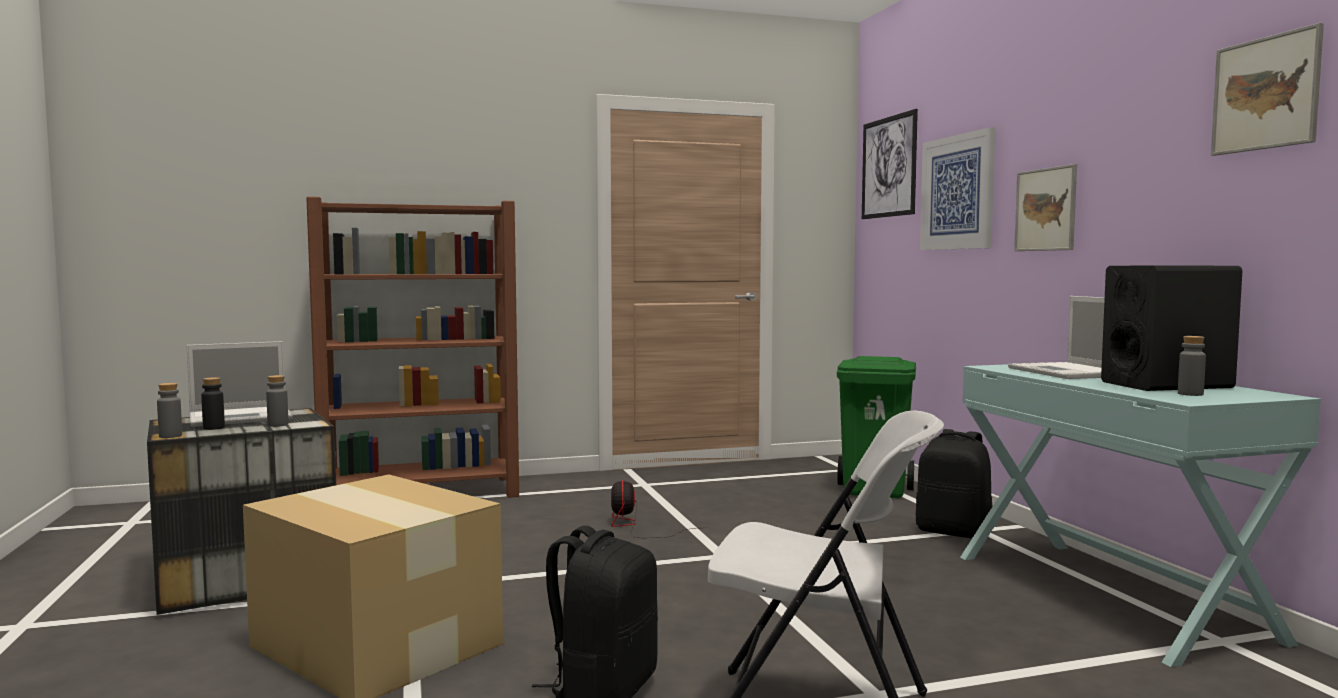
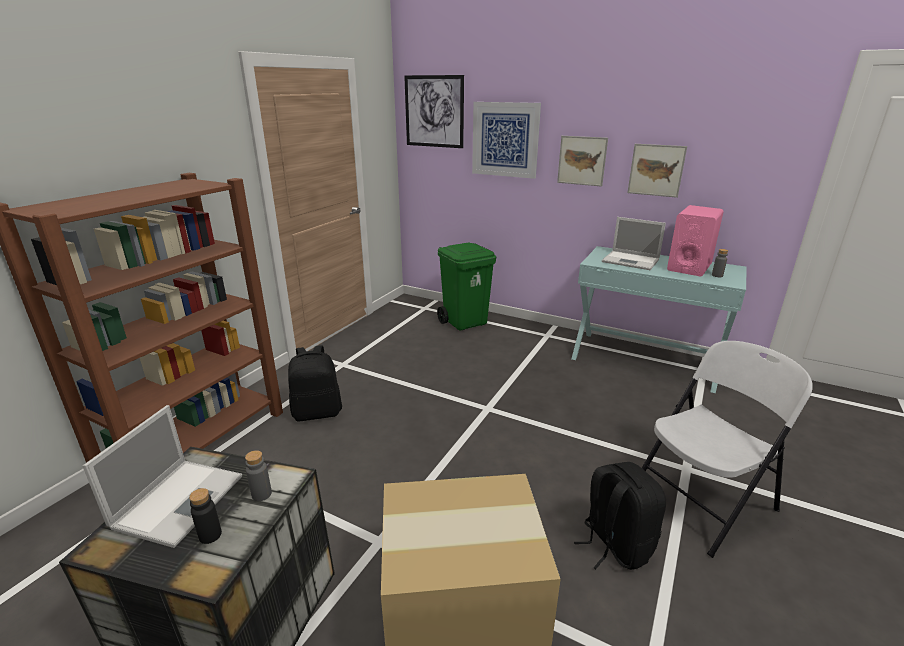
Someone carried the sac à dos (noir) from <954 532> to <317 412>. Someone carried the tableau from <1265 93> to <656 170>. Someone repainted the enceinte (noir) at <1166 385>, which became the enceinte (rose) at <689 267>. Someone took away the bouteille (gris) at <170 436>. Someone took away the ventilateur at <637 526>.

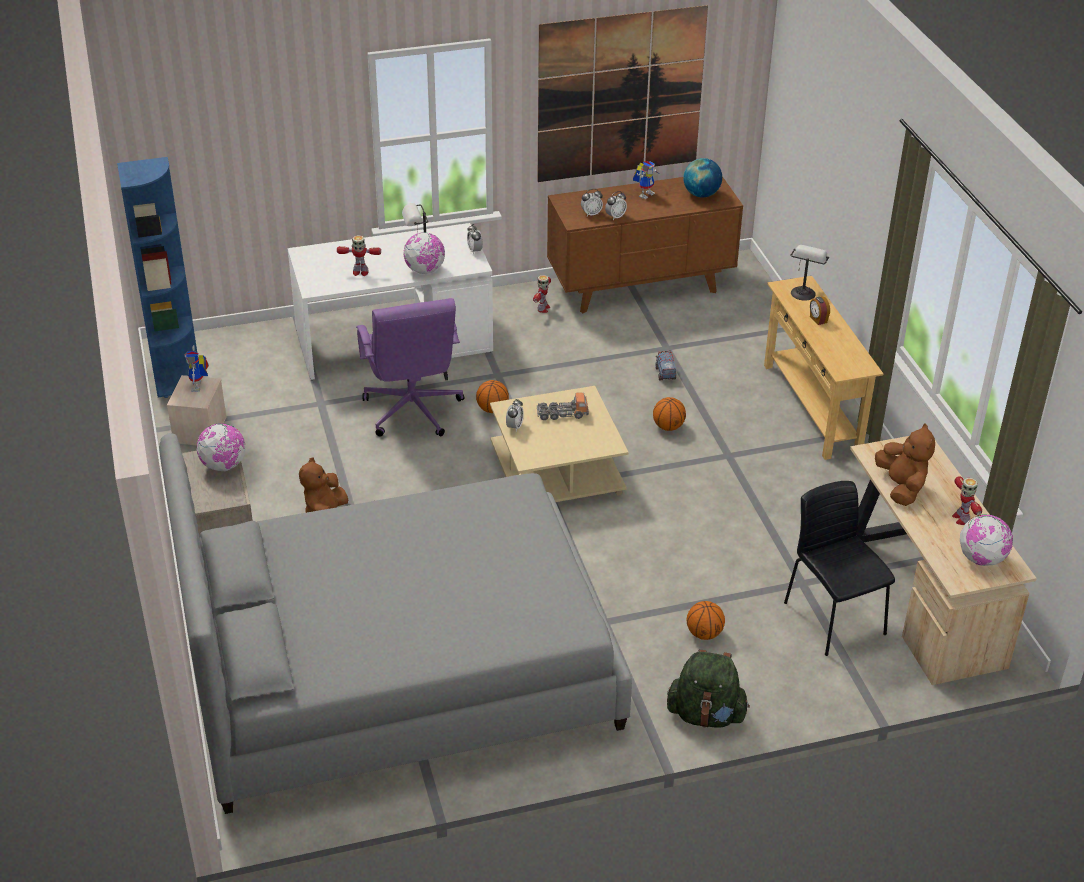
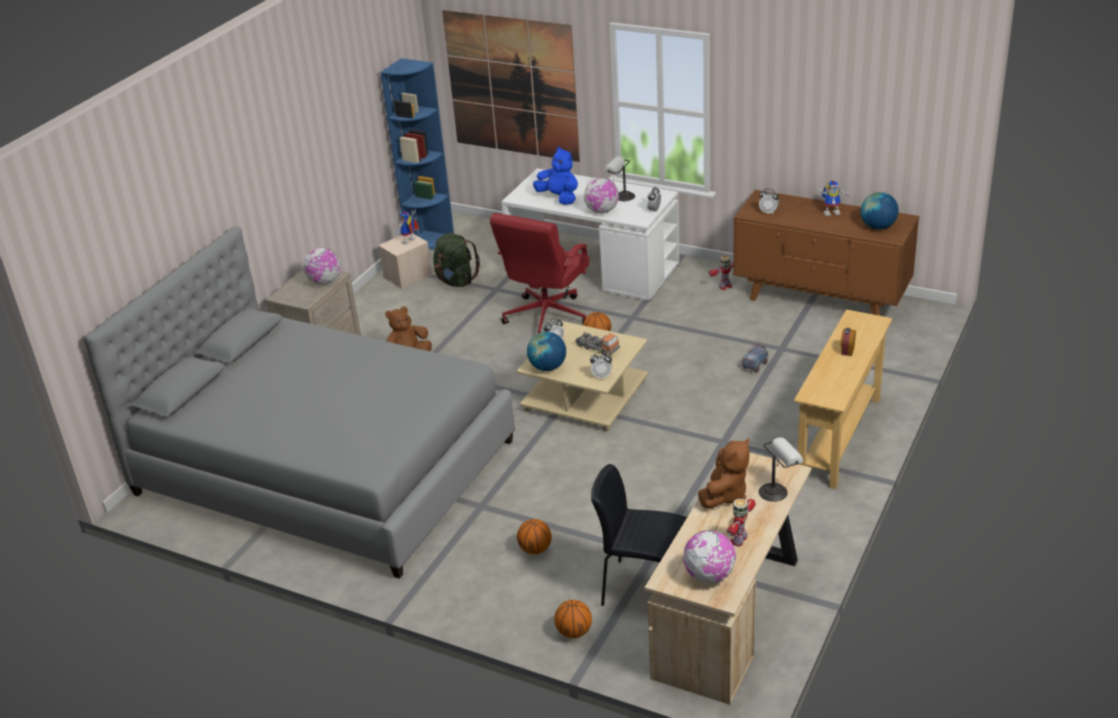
Someone carried the sac à dos (vert) from <706 715> to <455 281>. Someone carried the tableau from <620 95> to <511 86>. Someone repainted the chaise de bureau (violet) at <412 409>, which became the chaise de bureau (rouge) at <547 316>. Someone put down the globe at <547 367>. Someone swapped the robot jouet at <360 272> for the peluche (bleu) at <559 198>. Someone carried the ballon de basket from <668 427> to <574 632>. Someone carried the réveil from <615 217> to <601 376>. Someone rotated the chaise (noir) at <832 616> by 90 degrees counterclockwise. Someone carried the lampe de table from <804 290> to <778 489>.

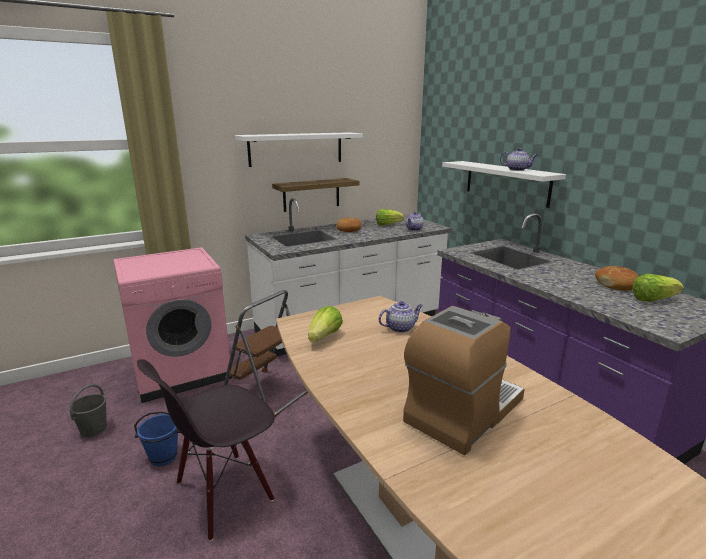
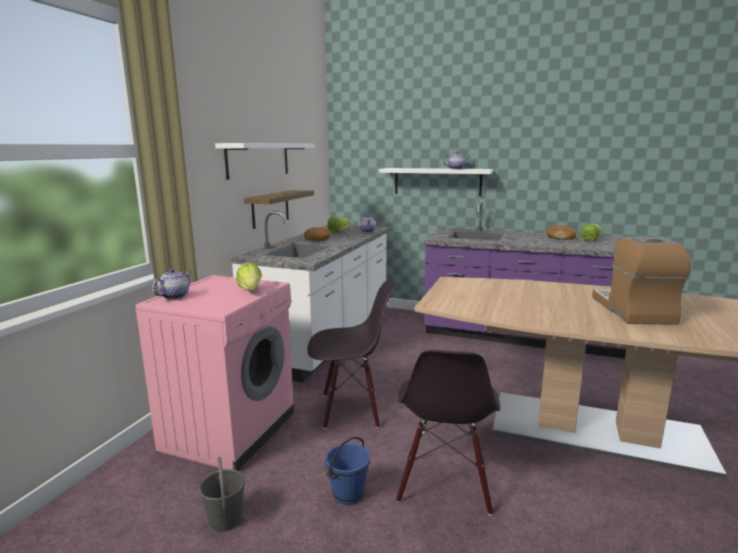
Someone carried the théière from <400 328> to <175 296>. Someone carried the laitue from <324 337> to <250 290>. Someone swapped the escabeau (marron) at <268 394> for the chaise (noir) at <351 409>.

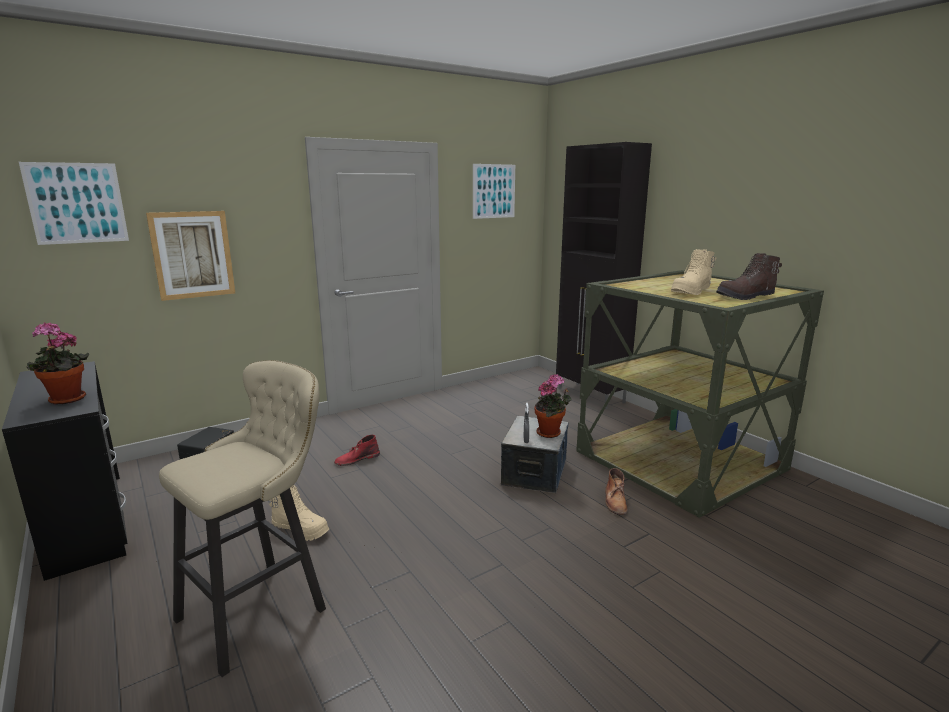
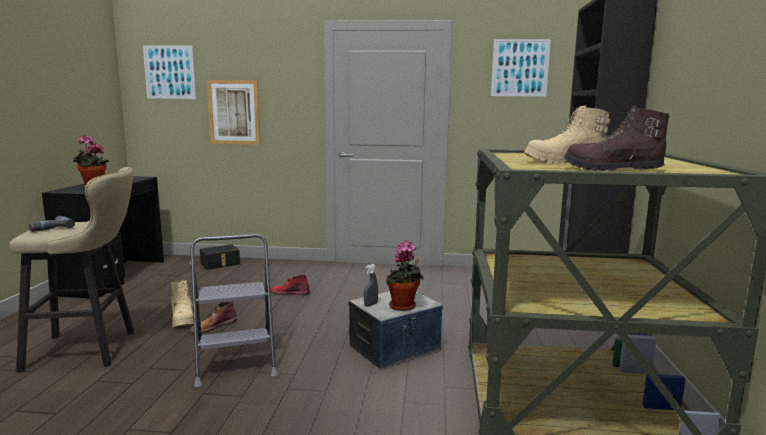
Someone put down the perceuse at <49 228>. Someone put down the escabeau (gris) at <236 358>. Someone carried the botte (marron) from <615 501> to <213 326>.

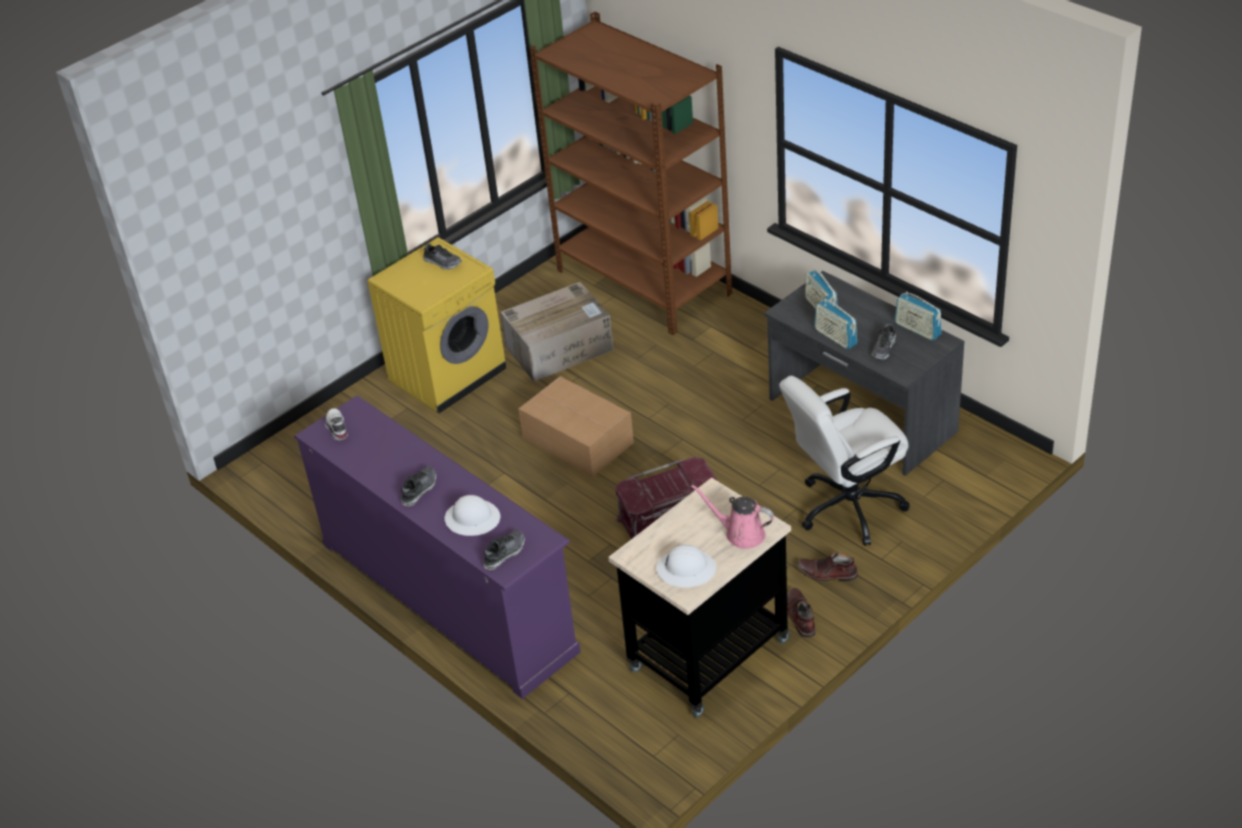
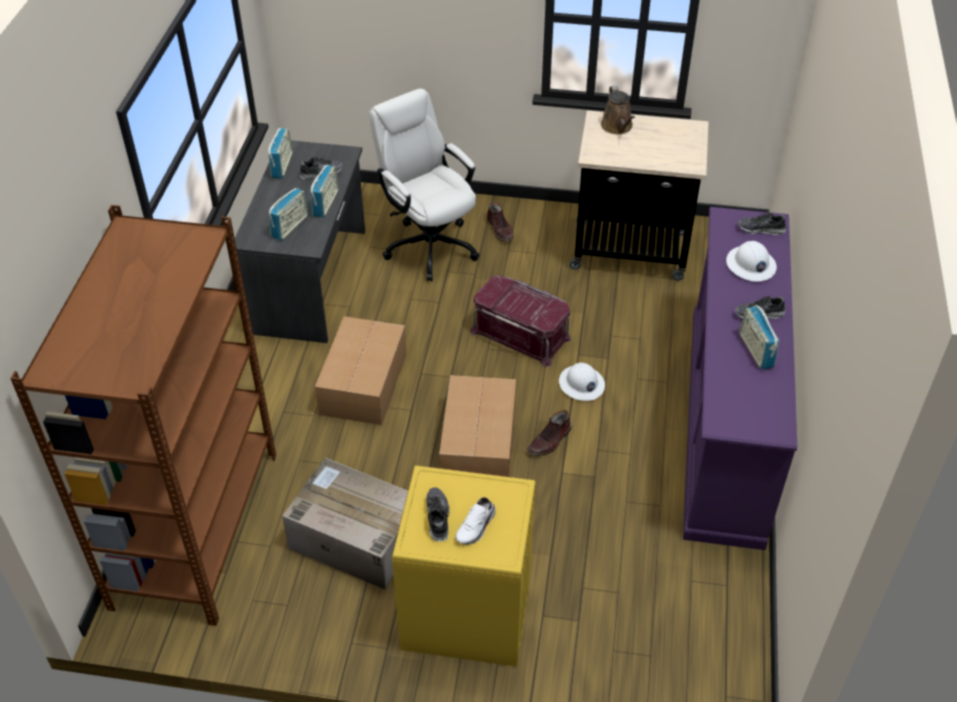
Someone put down the carton at <362 384>. Someone rotated the chaise de bureau (blanc) at <845 510> by 150 degrees counterclockwise. Someone carried the chaussure (blanc) from <336 428> to <476 527>. Someone carried the botte (marron) from <800 616> to <550 441>. Someone carried the casque de chantier (blanc) from <686 569> to <581 384>. Someone repainted the arrosoir (rose) at <741 533>, which became the arrosoir (marron) at <617 127>. Someone put down the radio at <755 350>.

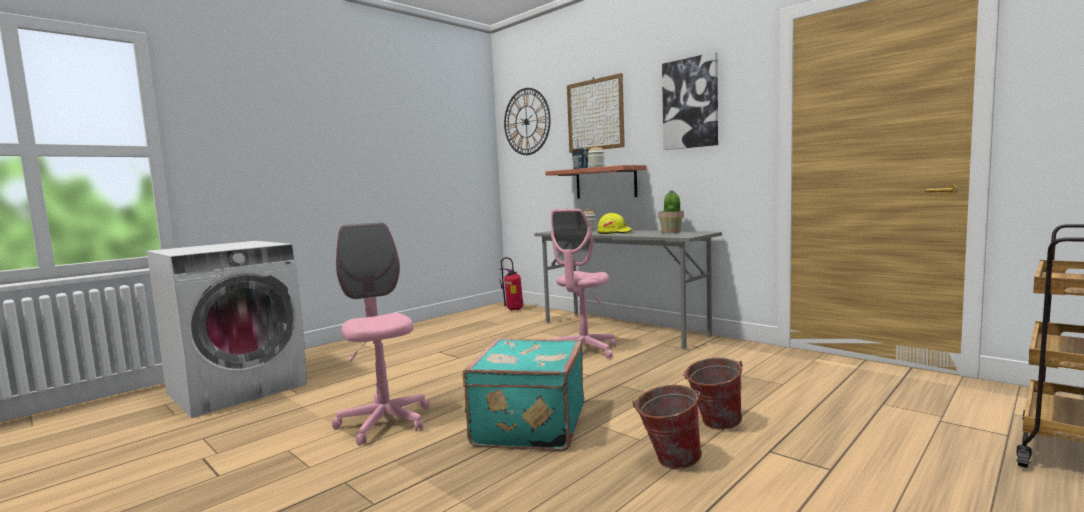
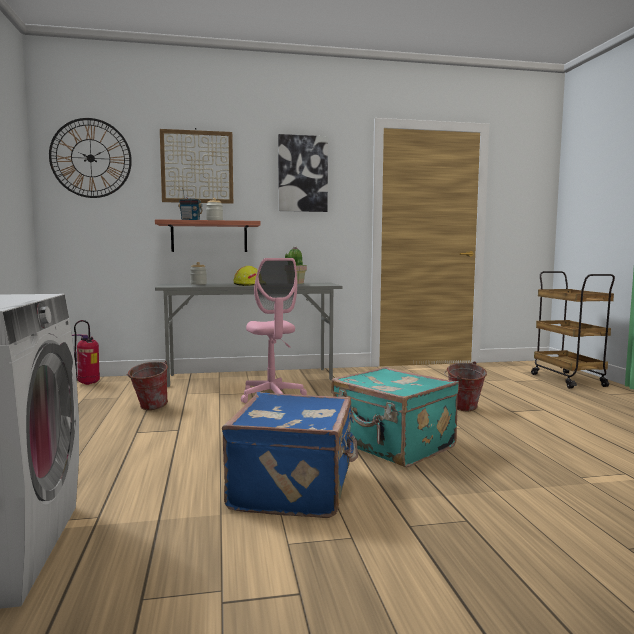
Someone carried the seau from <668 461> to <149 408>. Someone swapped the chaise de bureau (rose) at <384 423> for the valise (bleu) at <295 488>.

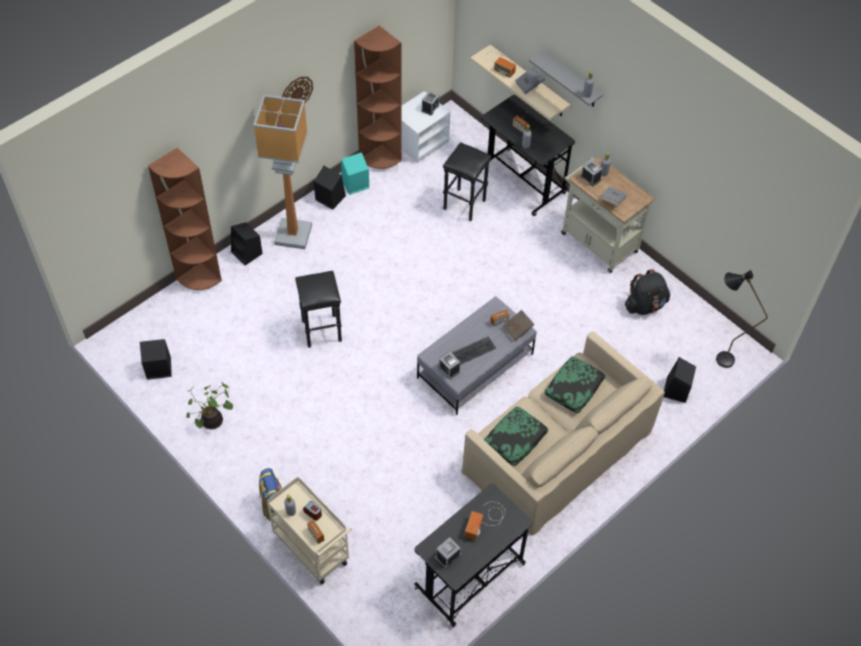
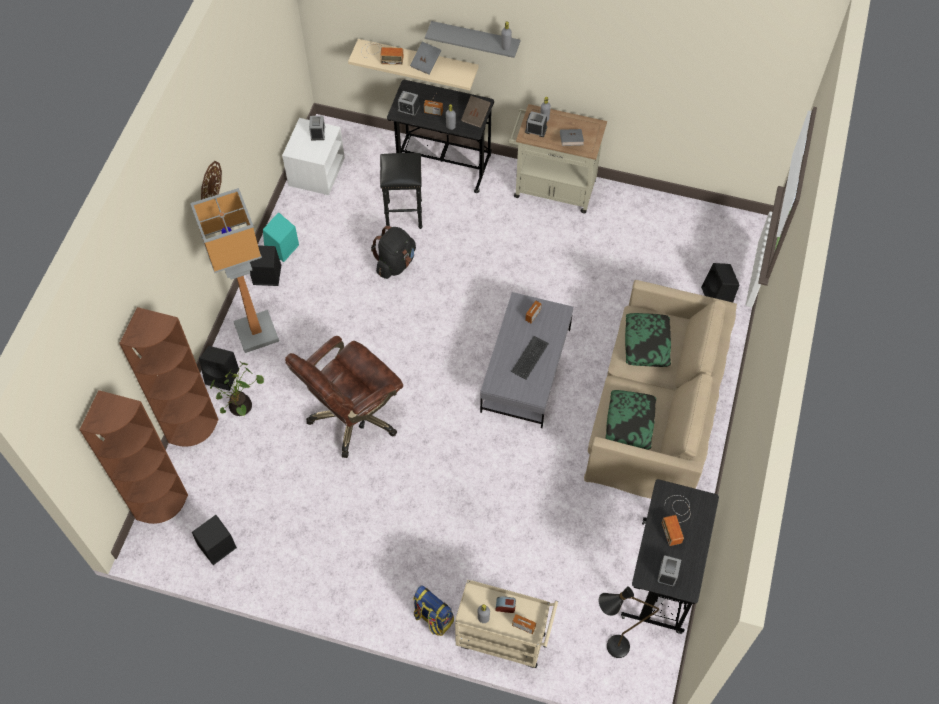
Someone carried the bibliothèque (marron) from <380 161> to <162 507>. Someone carried the plante en pot from <212 423> to <242 408>. Someone swapped the tabouret (noir) at <320 330> for the chaise de bureau (marron) at <354 416>. Someone carried the sac à dos (noir) from <645 305> to <395 263>. Someone carried the réveil from <449 369> to <408 109>. Someone carried the livre (marron) from <517 329> to <475 116>. Someone carried the lampadaire (noir) from <718 358> to <609 649>.

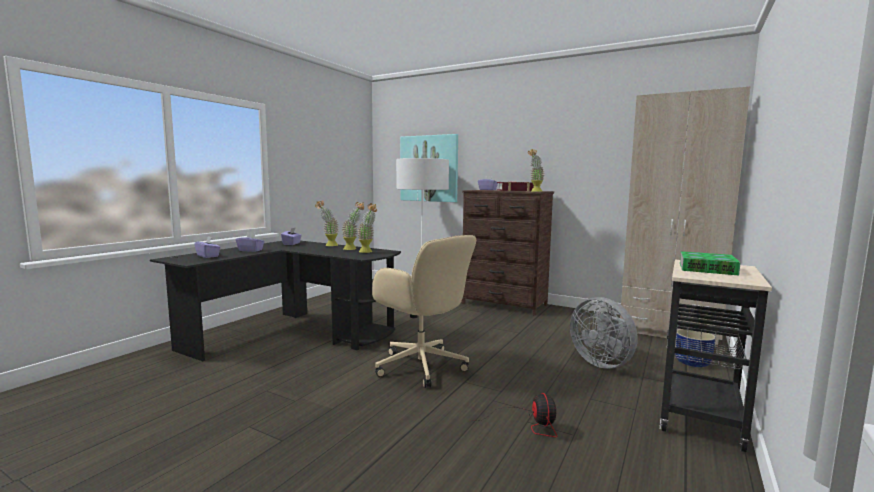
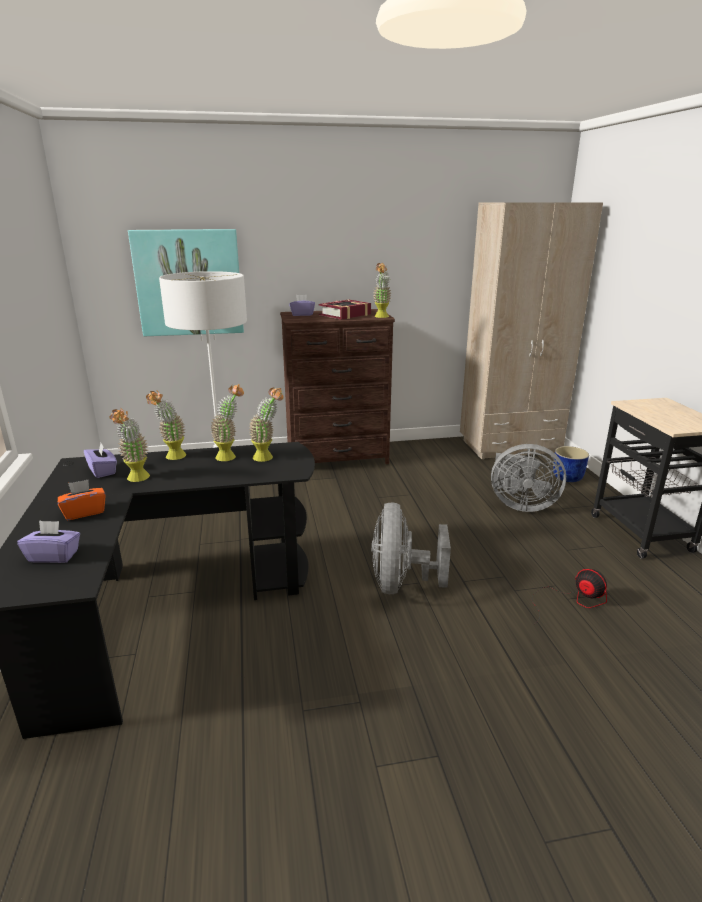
Someone repainted the boîte à mouchoirs (violet) at <250 250>, which became the boîte à mouchoirs (orange) at <84 512>. Someone put down the plante en pot at <136 480>. Someone swapped the chaise de bureau (beige) at <421 367> for the ventilateur (gris) at <401 583>. Someone took away the livre at <707 268>.

